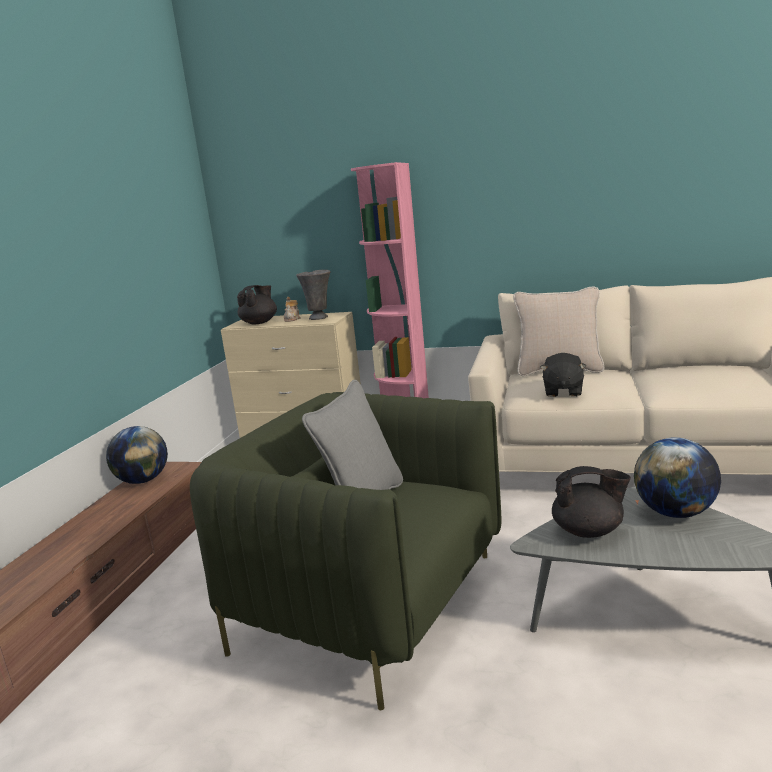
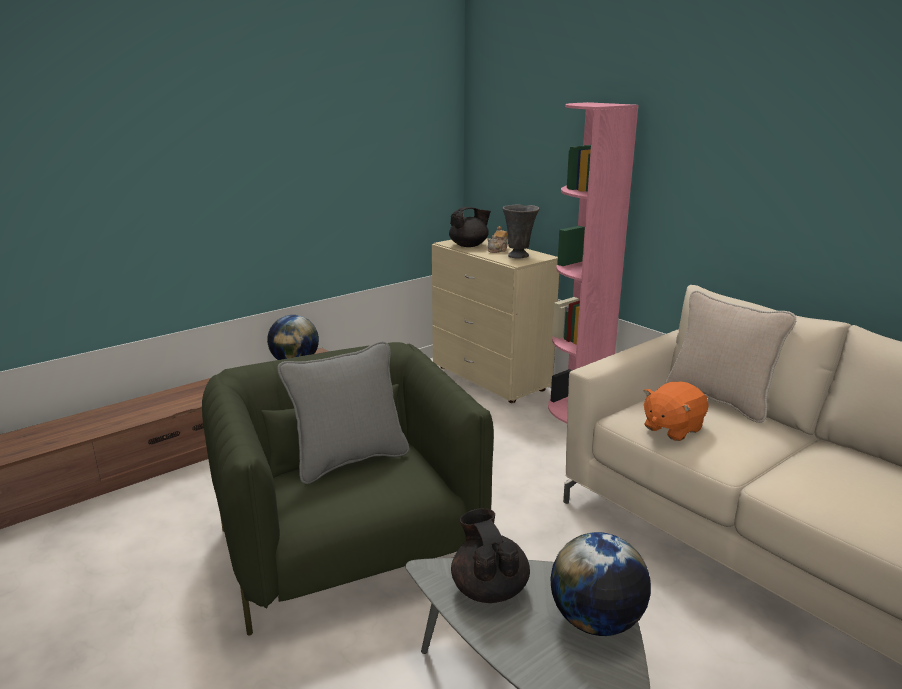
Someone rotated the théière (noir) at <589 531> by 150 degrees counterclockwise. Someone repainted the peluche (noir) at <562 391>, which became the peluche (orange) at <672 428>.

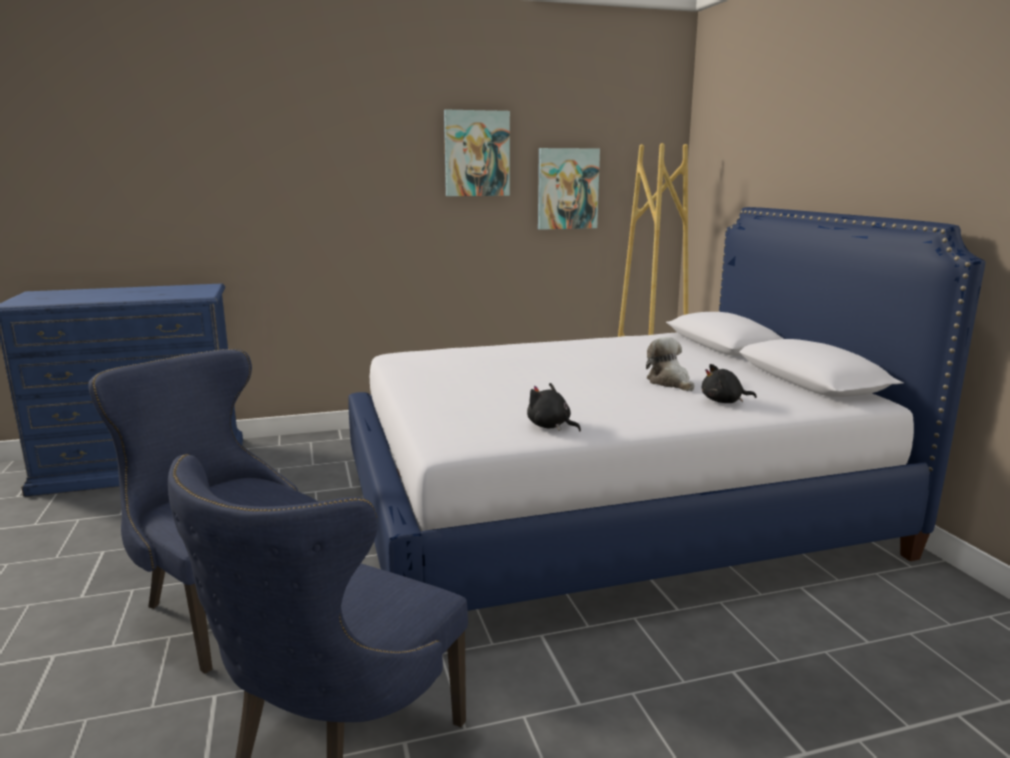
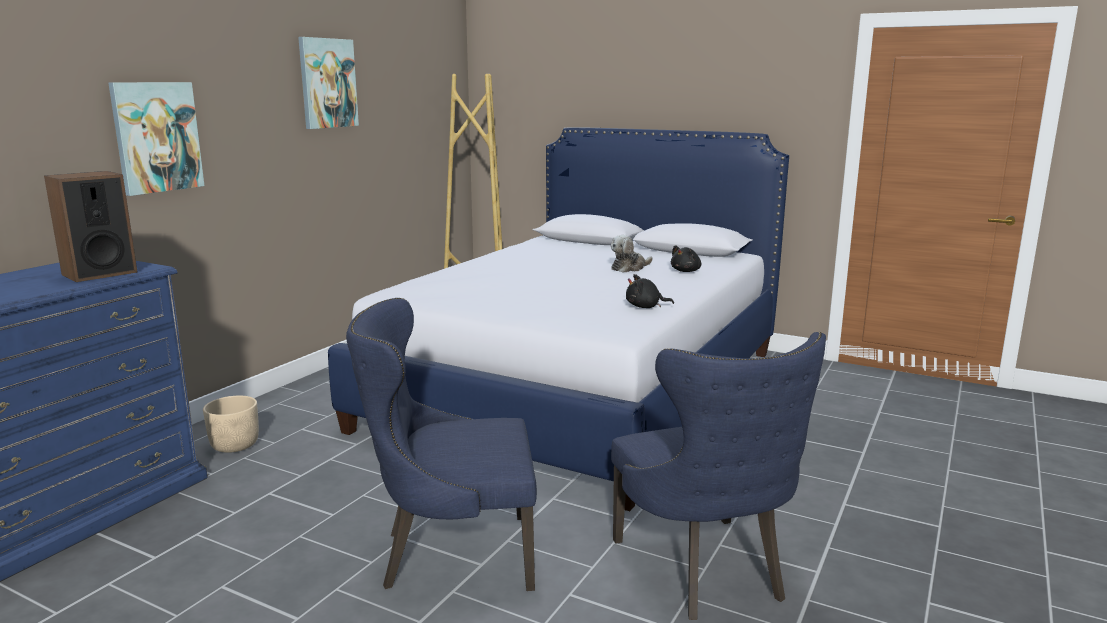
Someone put down the enceinte at <99 273>. Someone carried the tableau from <567 189> to <156 137>. Someone put down the cache-pot (beige) at <234 445>. Someone rotated the peluche at <670 382> by 60 degrees counterclockwise.

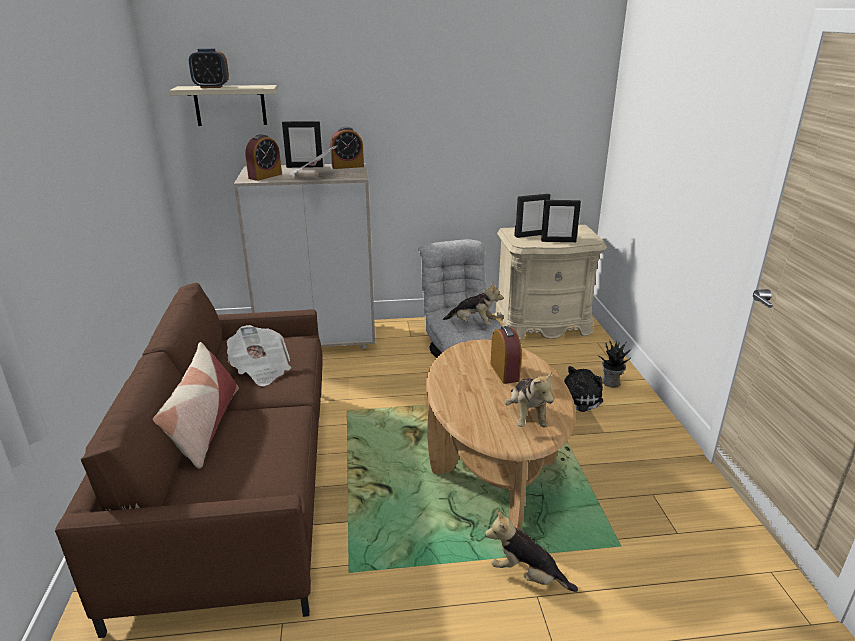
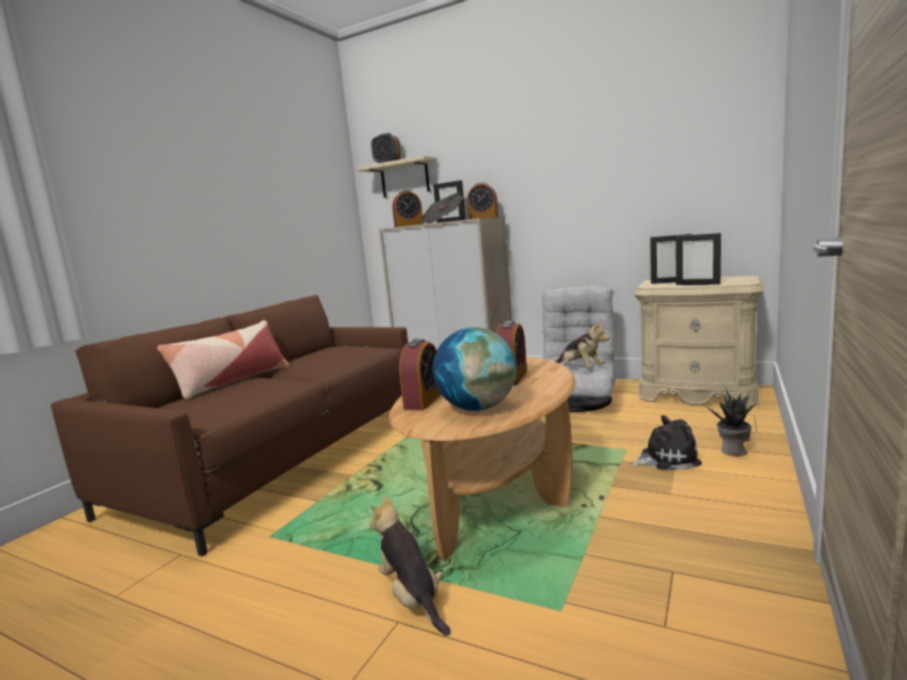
Someone put down the réveil at <423 401>. Someone swapped the peluche at <526 417> for the globe at <477 408>. Someone took away the journal at <261 370>.

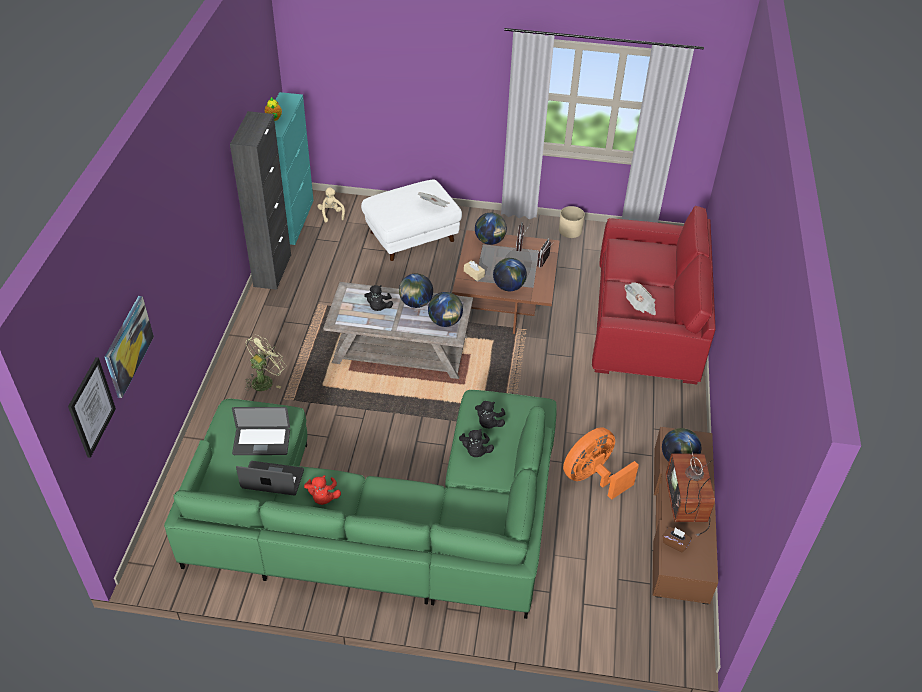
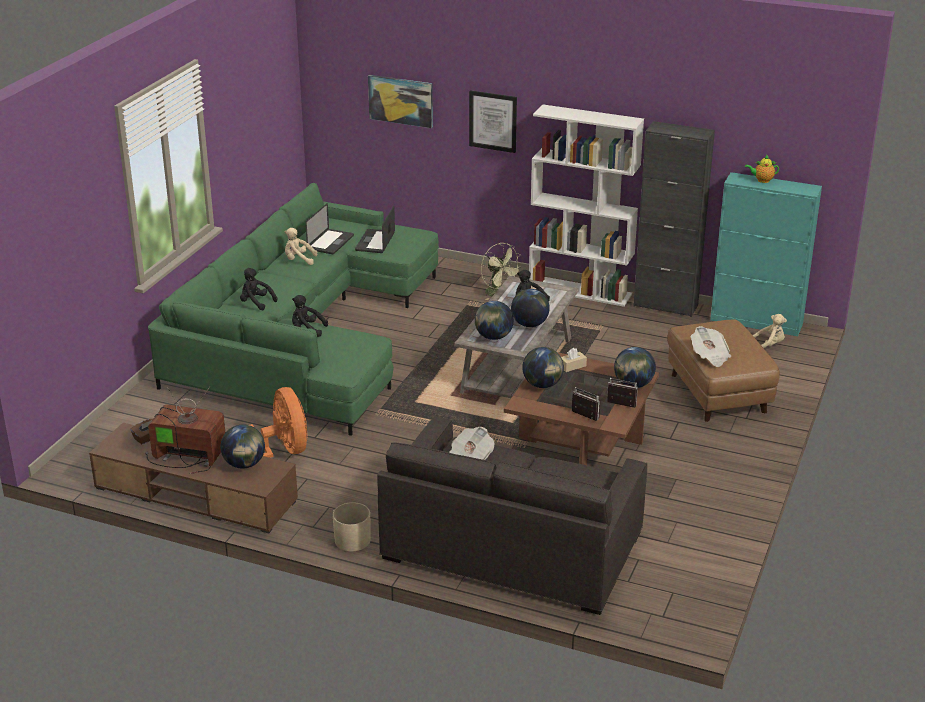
Someone carried the peluche (noir) from <489 423> to <256 303>. Someone repainted the peluche (rouge) at <323 497>, which became the peluche (beige) at <298 260>. Someone carried the cache-pot (beige) from <570 231> to <352 540>. Someone repainted the canapé (rouge) at <647 320>, which became the canapé (gris) at <512 545>. Someone carried the tableau from <91 407> to <493 121>. Someone put down the bibliothèque (blanc) at <580 291>. Someone repainted the pouf (blanc) at <412 236>, which became the pouf (marron) at <719 393>.

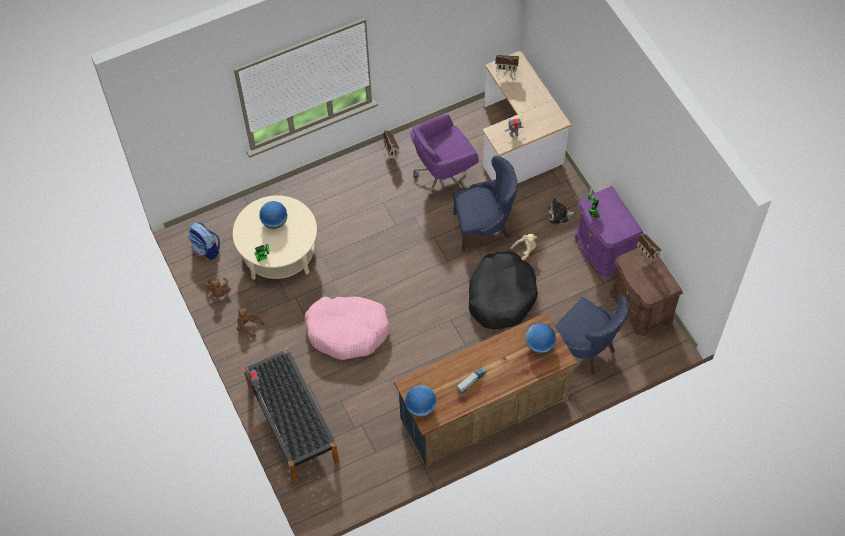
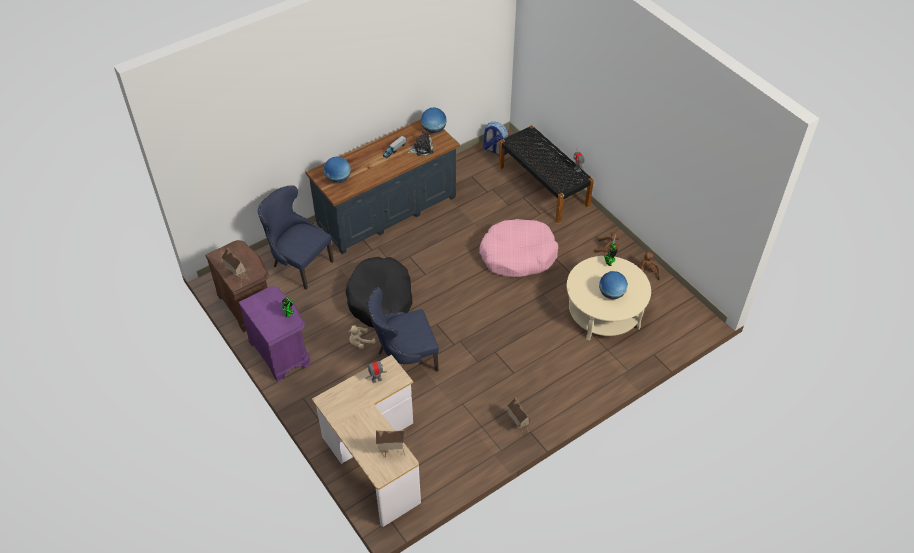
Someone carried the peluche from <559 215> to <421 148>. Someone carried the sac à dos from <206 249> to <495 150>. Someone took away the chaise de bureau (violet) at <443 176>.

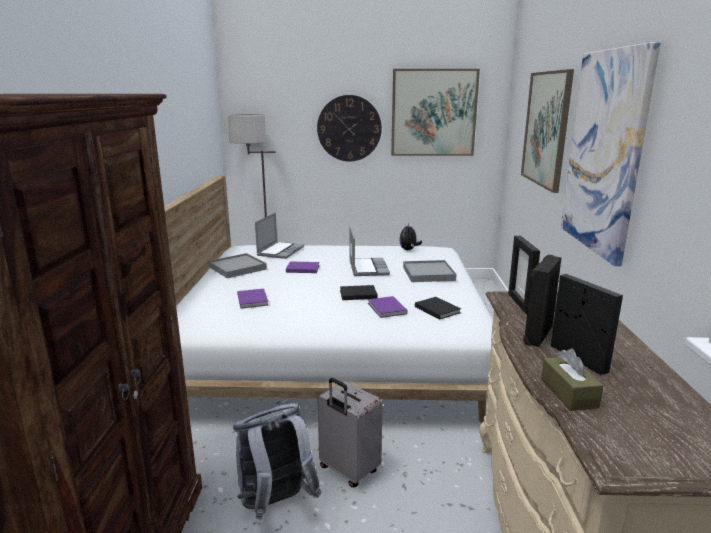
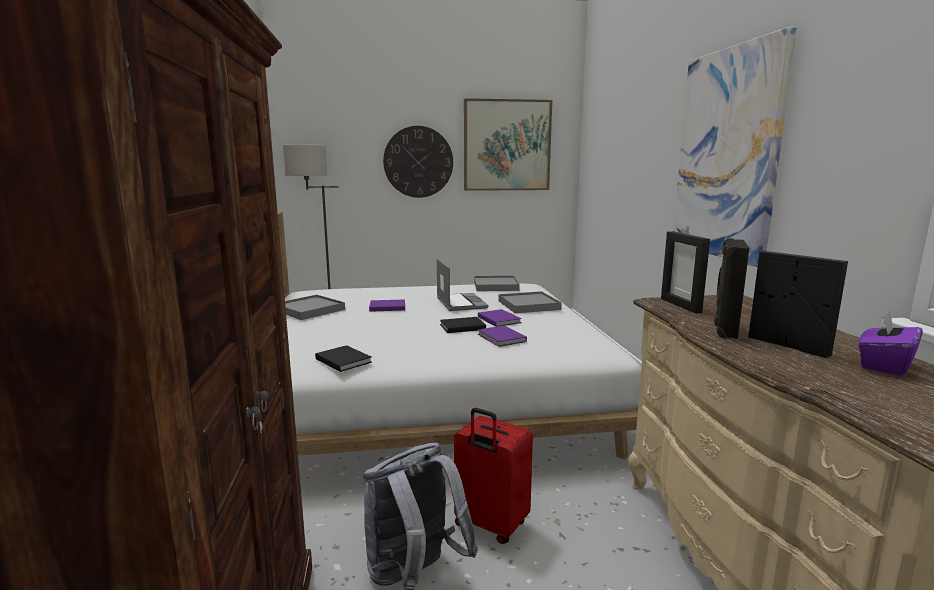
Someone carried the livre (noir) from <437 309> to <343 360>. Someone repainted the valise (gris) at <348 470>, which became the valise (rouge) at <490 525>. Someone swapped the peluche at <409 250> for the plateau (gris) at <496 286>. Someone carried the livre (violet) from <253 299> to <499 319>. Someone put down the boîte à mouchoirs (violet) at <884 365>. Someone took away the ordinateur portable at <280 251>. Someone took away the tableau at <546 129>. Someone took away the boîte à mouchoirs (marron) at <568 393>.

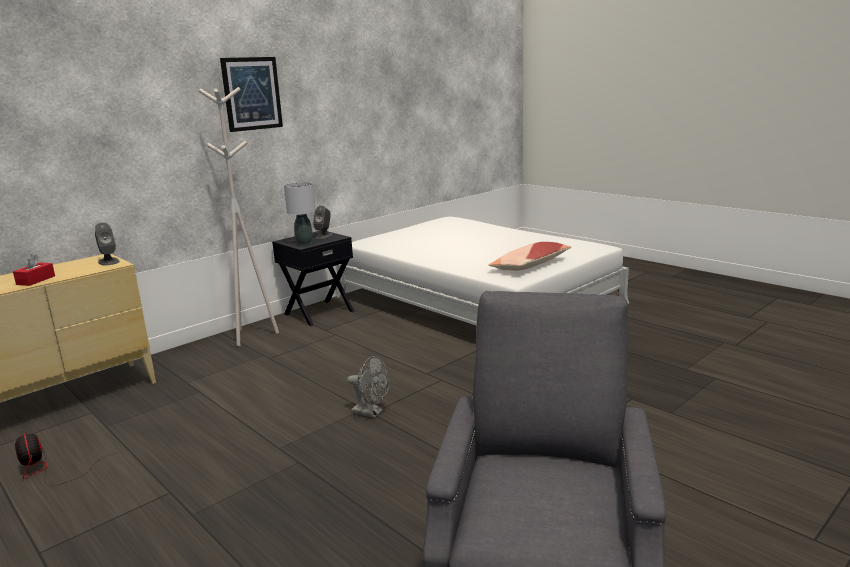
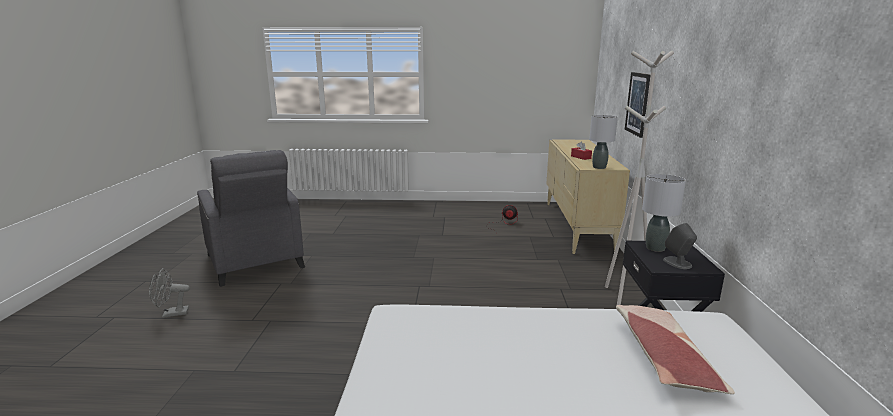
Someone carried the ventilateur (gris) from <371 413> to <171 314>. Someone swapped the enceinte (gris) at <108 261> for the lampe de table (gris) at <599 167>. Someone carried the coussin from <530 265> to <664 357>. Someone carried the tableau from <251 93> to <638 104>.

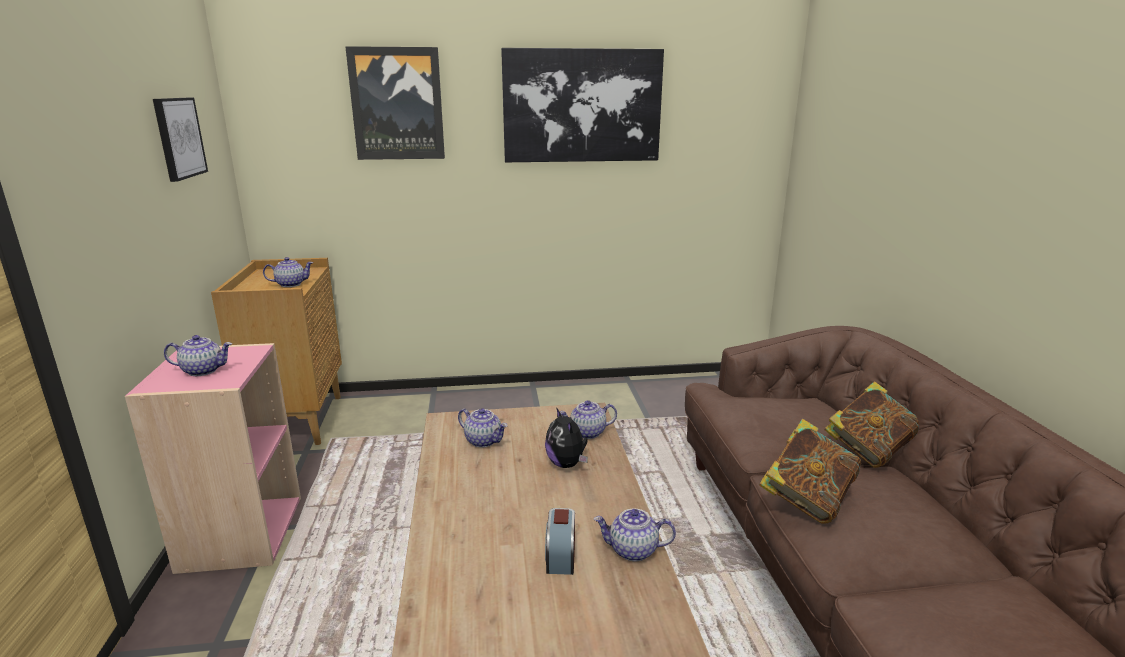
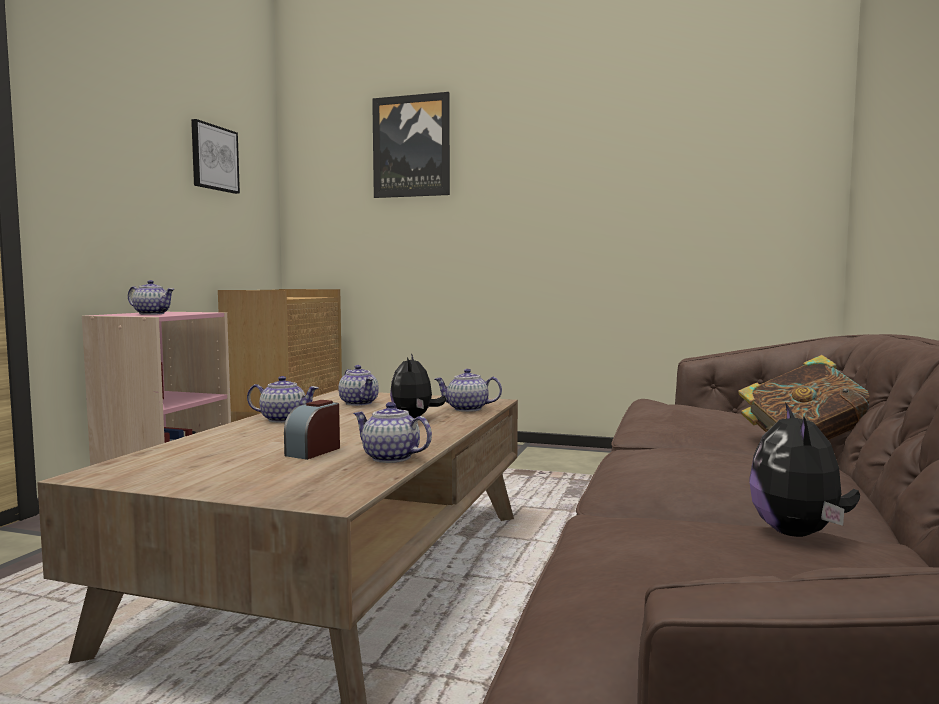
Someone carried the théière from <290 284> to <283 419>. Someone put down the peluche at <799 534>. Someone took away the tableau at <582 106>. Someone took away the livre at <806 500>.

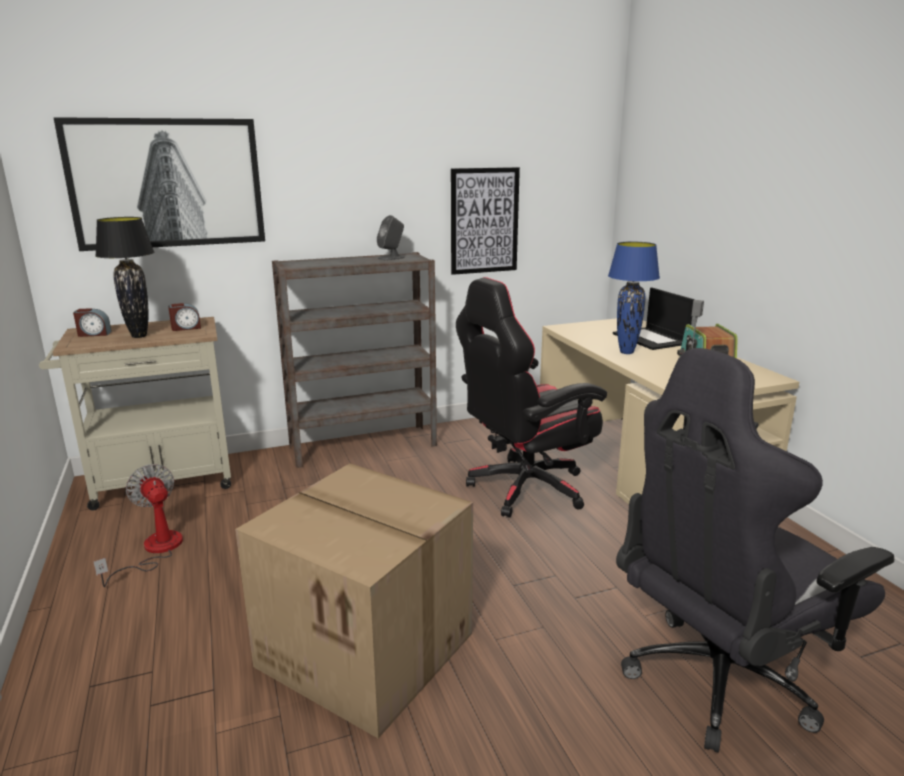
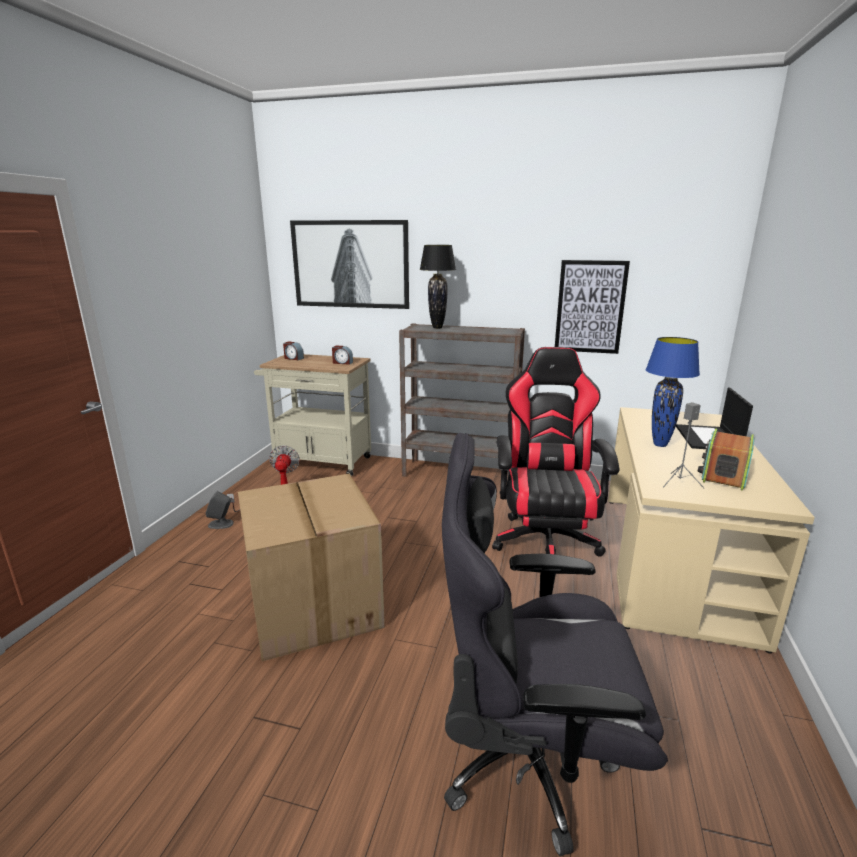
Someone carried the enceinte (gris) from <391 258> to <221 524>. Someone carried the lampe de table (noir) from <139 336> to <437 328>. Someone rotated the chaise de bureau (noir) at <527 487> by 90 degrees clockwise.

